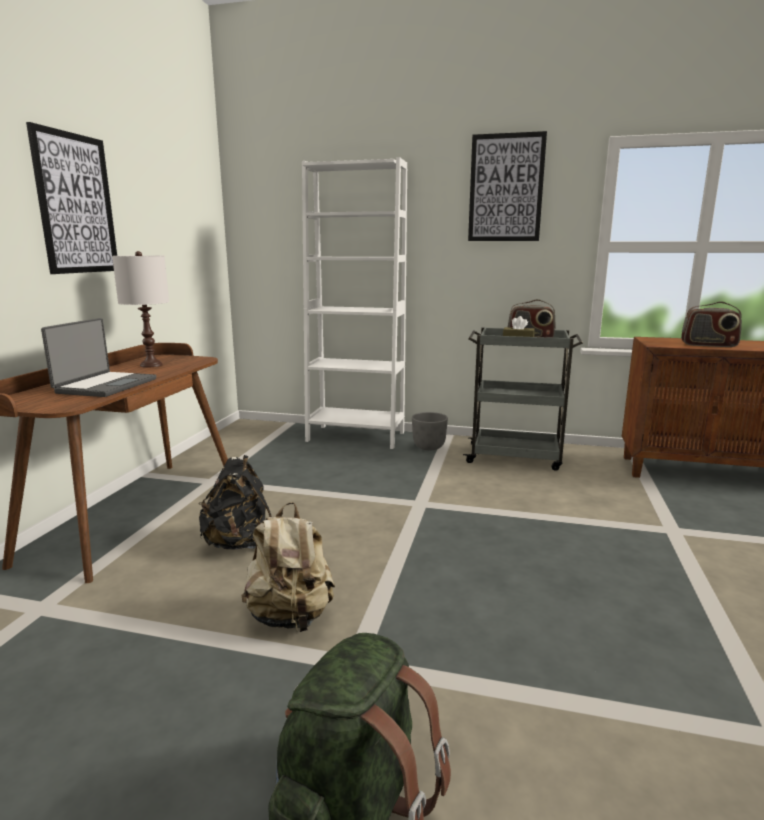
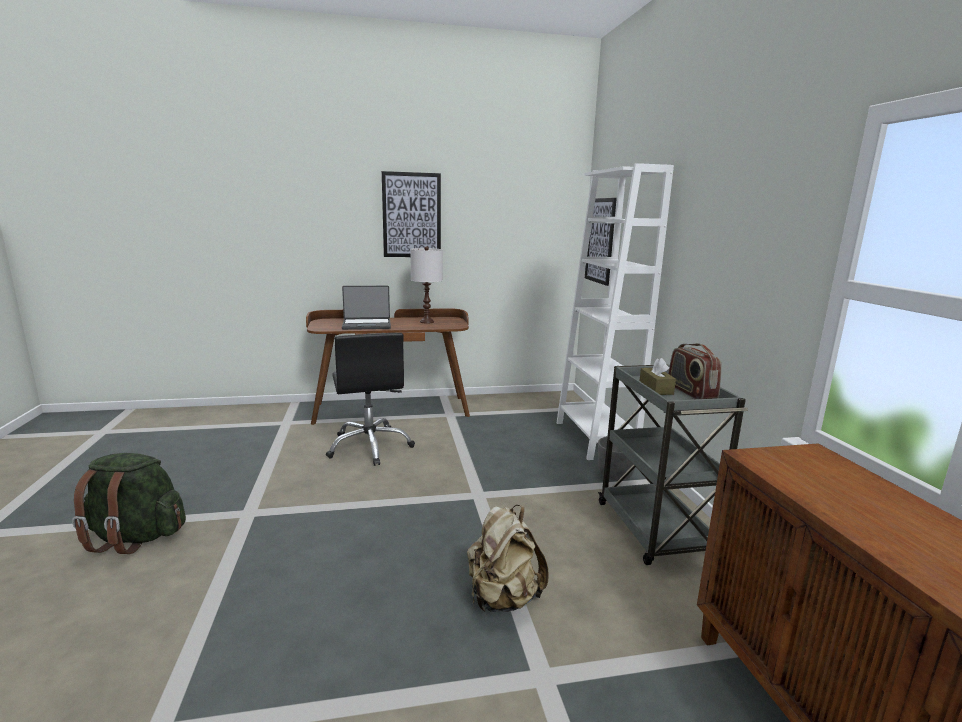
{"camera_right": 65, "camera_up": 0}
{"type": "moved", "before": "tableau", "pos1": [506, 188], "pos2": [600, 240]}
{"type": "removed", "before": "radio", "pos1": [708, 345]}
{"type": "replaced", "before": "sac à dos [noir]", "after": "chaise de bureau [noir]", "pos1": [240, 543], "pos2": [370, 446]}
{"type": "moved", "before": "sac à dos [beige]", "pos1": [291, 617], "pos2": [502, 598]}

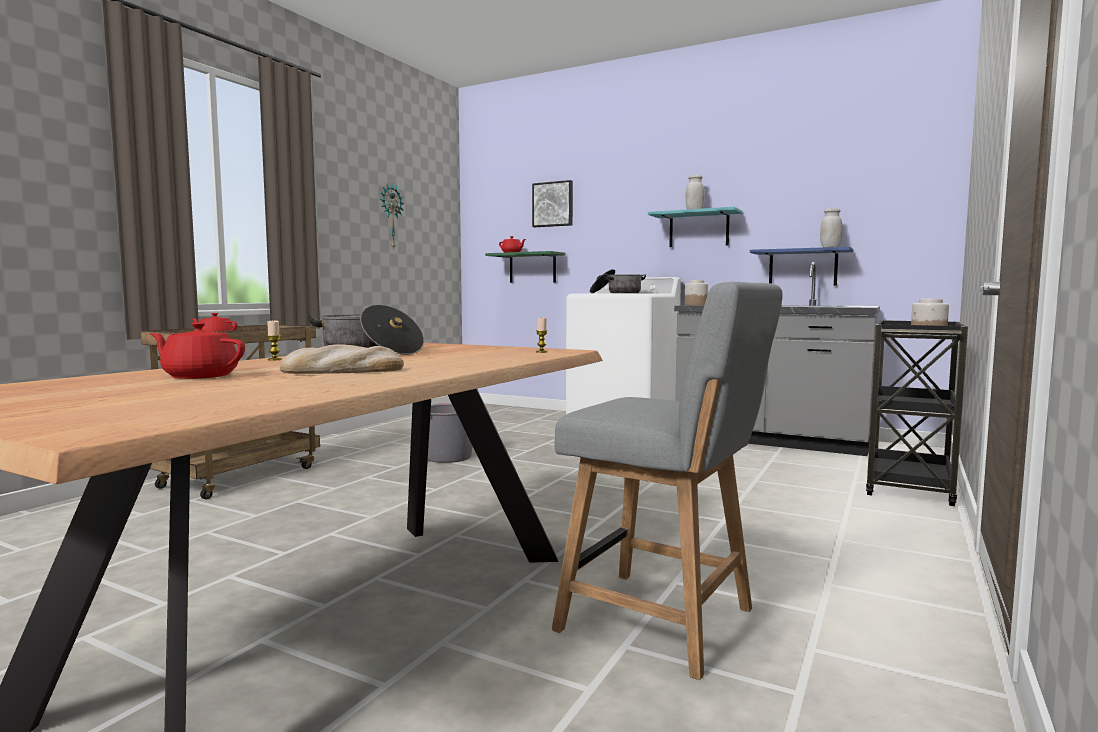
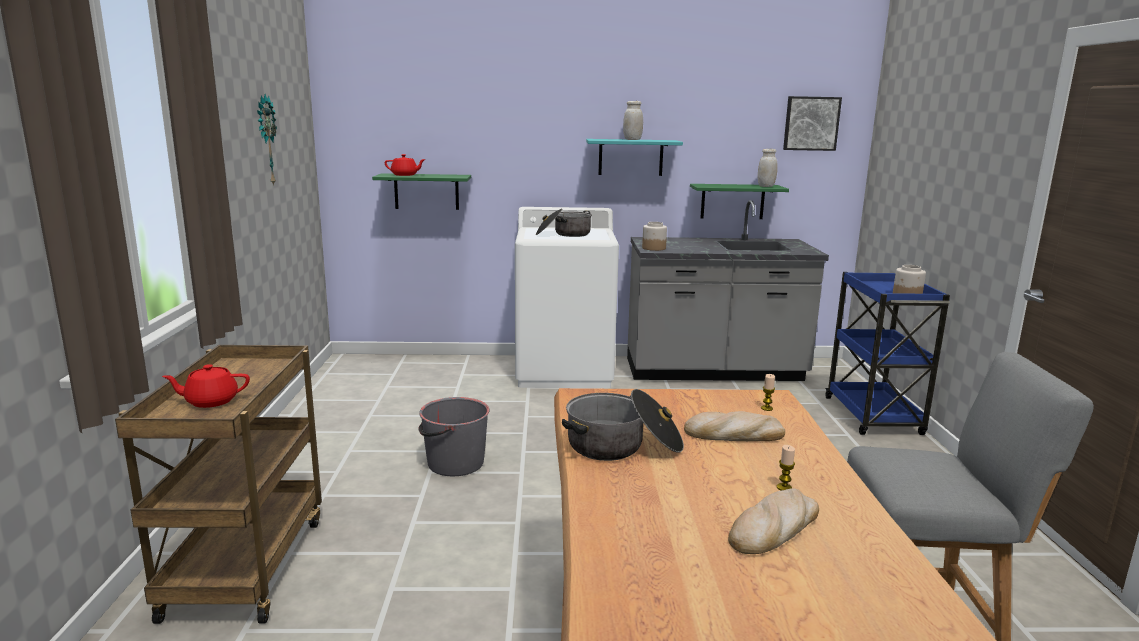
{"camera_right": -30, "camera_up": 10}
{"type": "moved", "before": "tableau", "pos1": [553, 204], "pos2": [811, 123]}
{"type": "recoloured", "before": "étagère [bleu]", "after": "étagère [vert]", "pos1": [802, 268], "pos2": [732, 201]}
{"type": "recoloured", "before": "chariot [noir]", "after": "chariot [bleu]", "pos1": [909, 487], "pos2": [873, 417]}
{"type": "moved", "before": "bougie", "pos1": [274, 359], "pos2": [784, 487]}
{"type": "removed", "before": "théière [rouge]", "pos1": [199, 376]}
{"type": "added", "after": "pain", "pos2": [733, 434]}

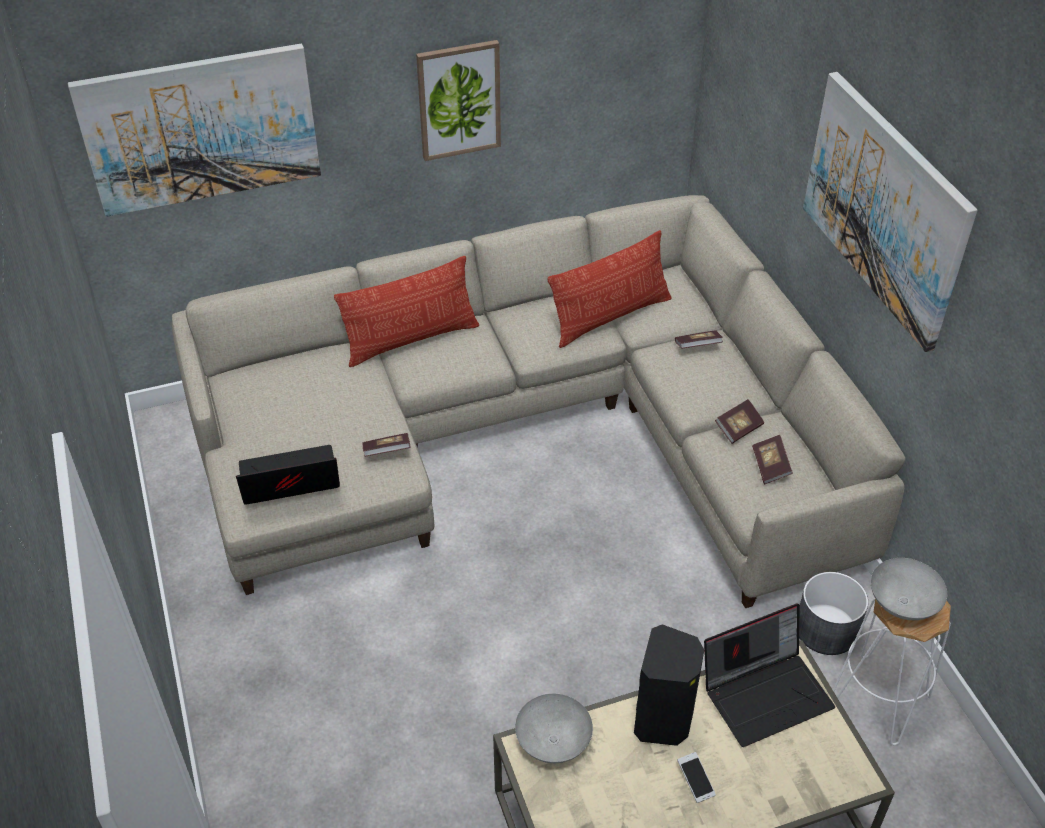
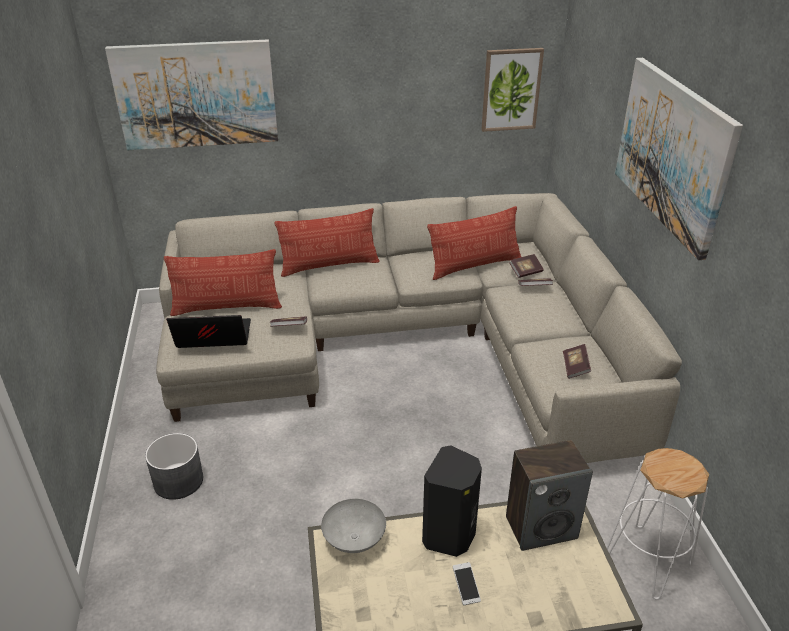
{"camera_right": 10, "camera_up": -10}
{"type": "moved", "before": "tableau", "pos1": [459, 100], "pos2": [511, 89]}
{"type": "moved", "before": "livre", "pos1": [738, 428], "pos2": [525, 272]}
{"type": "removed", "before": "bol [gris]", "pos1": [901, 603]}
{"type": "moved", "before": "cache-pot [gris]", "pos1": [825, 629], "pos2": [178, 481]}
{"type": "replaced", "before": "ordinateur portable", "after": "enceinte", "pos1": [766, 692], "pos2": [541, 527]}
{"type": "added", "after": "coussin", "pos2": [227, 307]}

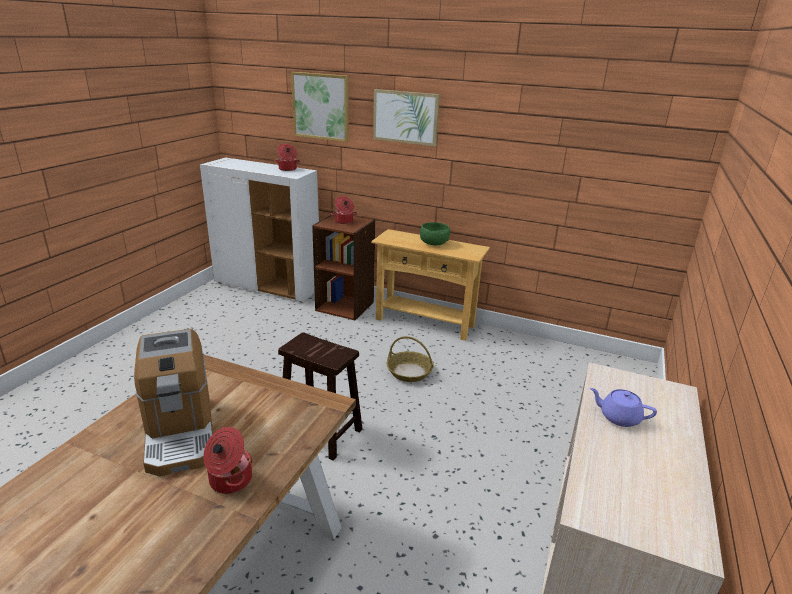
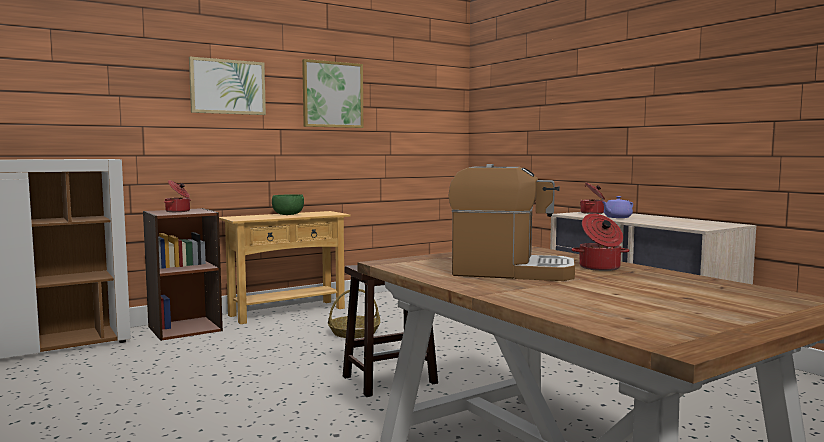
{"camera_right": -55, "camera_up": -20}
{"type": "moved", "before": "tableau", "pos1": [321, 106], "pos2": [332, 94]}
{"type": "moved", "before": "marmite", "pos1": [287, 169], "pos2": [593, 213]}

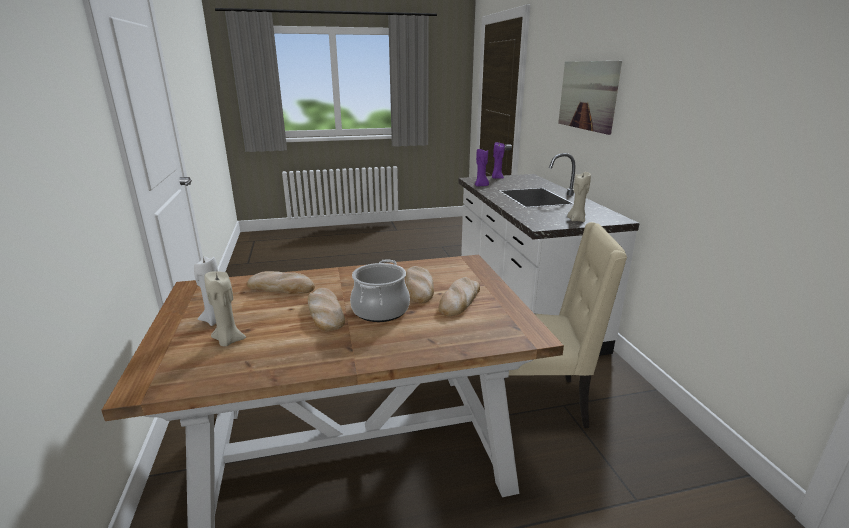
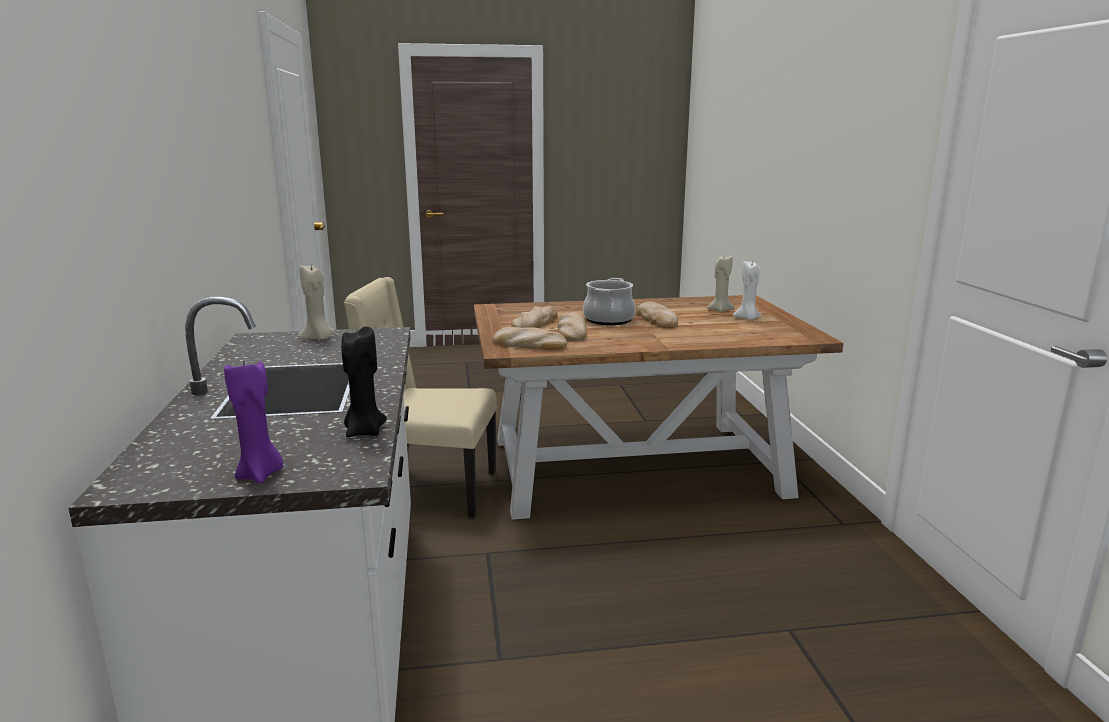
{"camera_right": -175, "camera_up": -5}
{"type": "removed", "before": "tableau", "pos1": [587, 95]}
{"type": "recoloured", "before": "bougie [violet]", "after": "bougie [noir]", "pos1": [481, 186], "pos2": [364, 431]}
{"type": "moved", "before": "pain", "pos1": [281, 287], "pos2": [529, 344]}

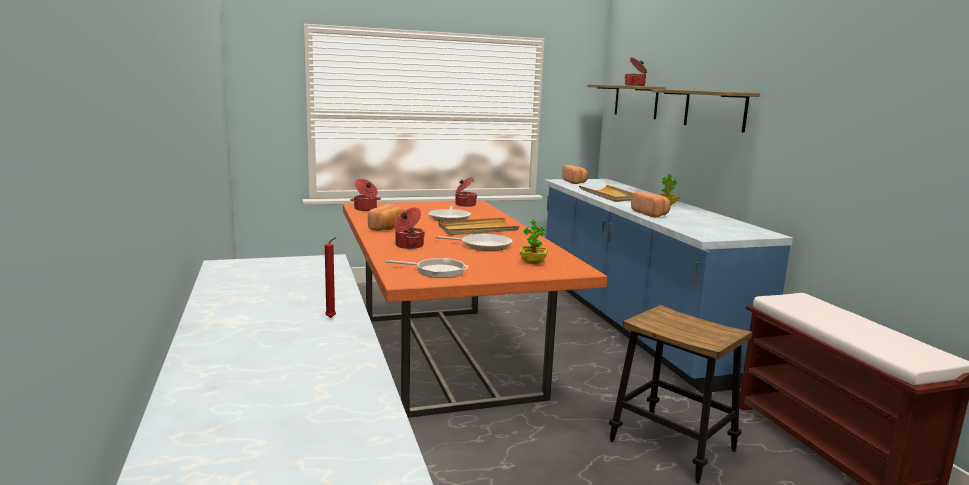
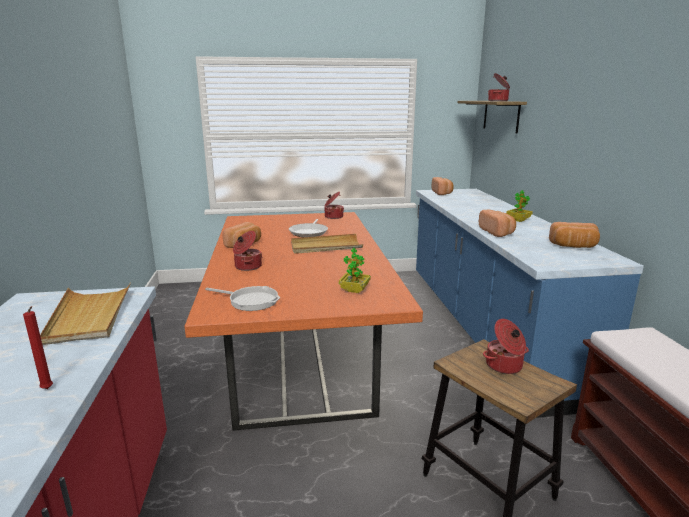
{"camera_right": 10, "camera_up": 5}
{"type": "removed", "before": "étagère", "pos1": [714, 110]}
{"type": "moved", "before": "marmite", "pos1": [365, 209], "pos2": [504, 366]}
{"type": "moved", "before": "plateau [beige]", "pos1": [609, 196], "pos2": [89, 316]}
{"type": "removed", "before": "poêle", "pos1": [483, 245]}
{"type": "added", "after": "pain", "pos2": [573, 246]}

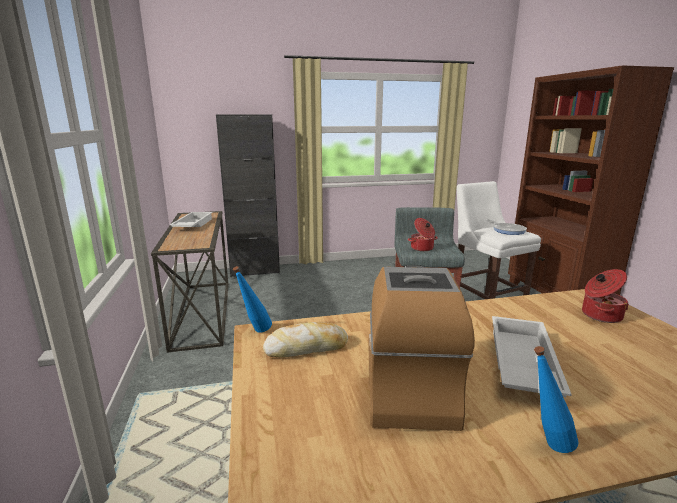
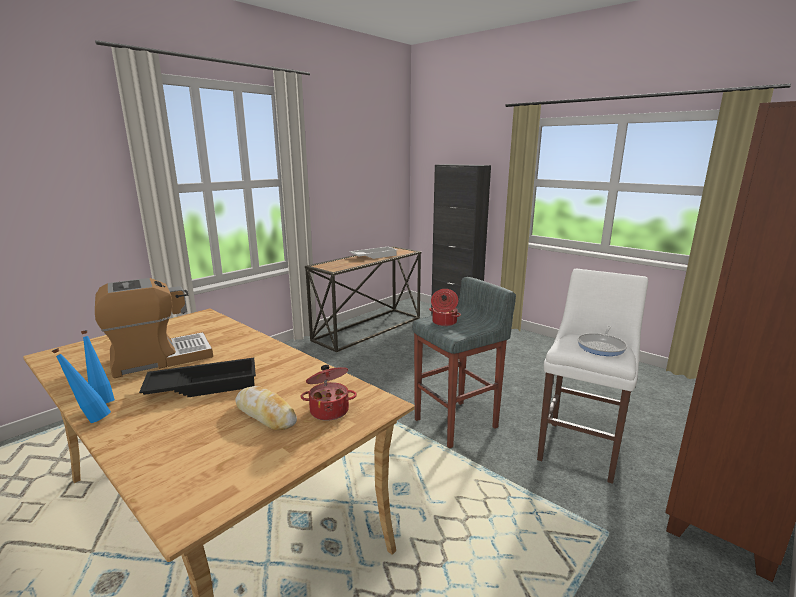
{"camera_right": 55, "camera_up": 0}
{"type": "moved", "before": "bouteille [bleu]", "pos1": [255, 333], "pos2": [90, 419]}
{"type": "recoloured", "before": "plateau [blanc]", "after": "plateau [noir]", "pos1": [520, 363], "pos2": [204, 385]}
{"type": "moved", "before": "pain", "pos1": [306, 348], "pos2": [266, 414]}

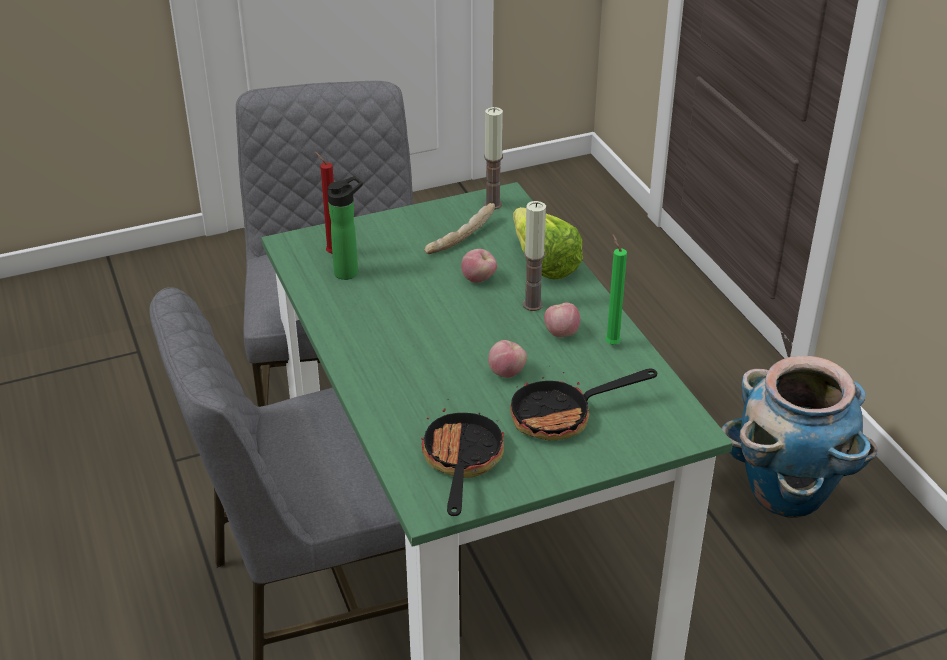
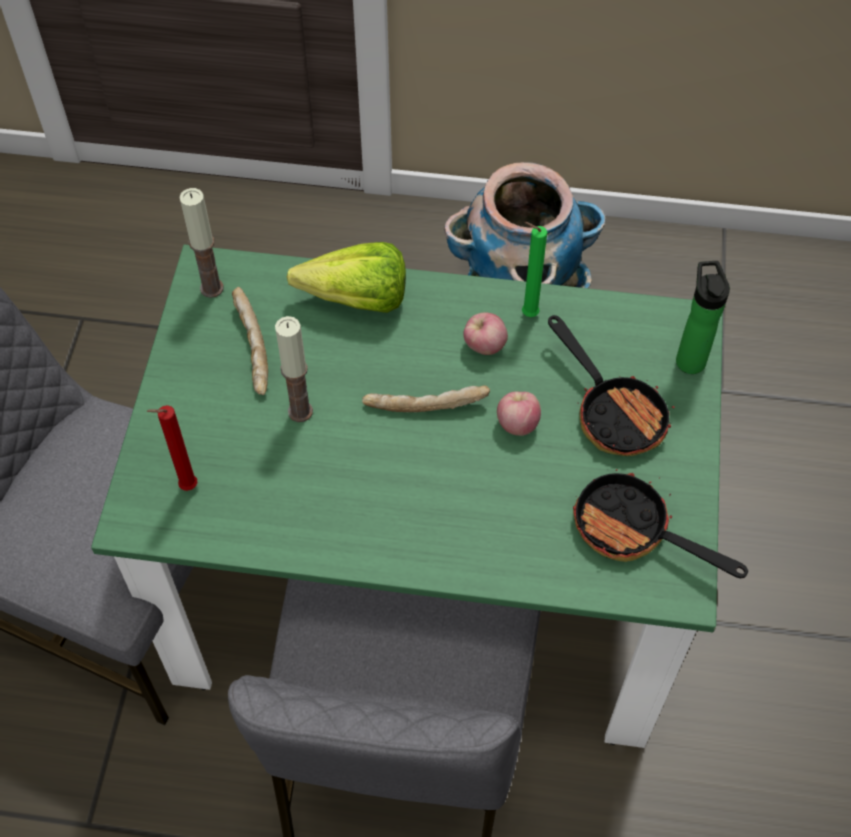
{"camera_right": -60, "camera_up": 20}
{"type": "moved", "before": "bouteille", "pos1": [349, 271], "pos2": [689, 358]}
{"type": "moved", "before": "bougie", "pos1": [532, 305], "pos2": [300, 411]}
{"type": "removed", "before": "pomme", "pos1": [479, 279]}
{"type": "turned", "before": "poêle", "pos1": [563, 416], "pos2": [613, 411], "turn": -45}
{"type": "added", "after": "pain", "pos2": [425, 403]}

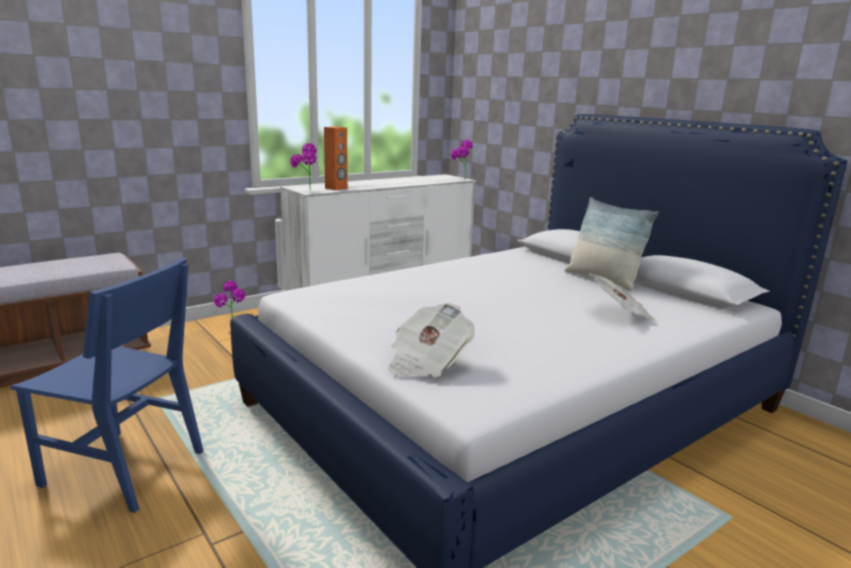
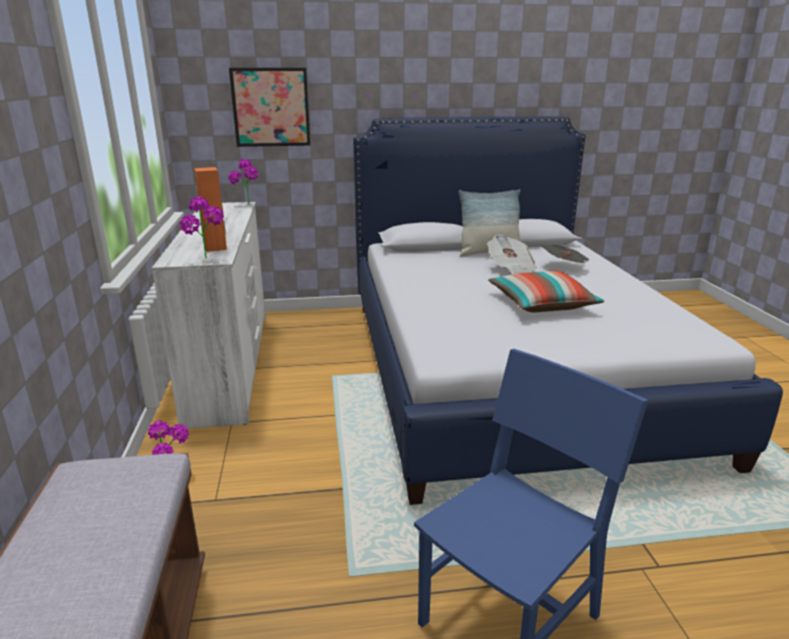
{"camera_right": -60, "camera_up": 5}
{"type": "moved", "before": "journal", "pos1": [427, 362], "pos2": [511, 269]}
{"type": "added", "after": "tableau", "pos2": [271, 107]}
{"type": "added", "after": "coussin", "pos2": [542, 304]}

